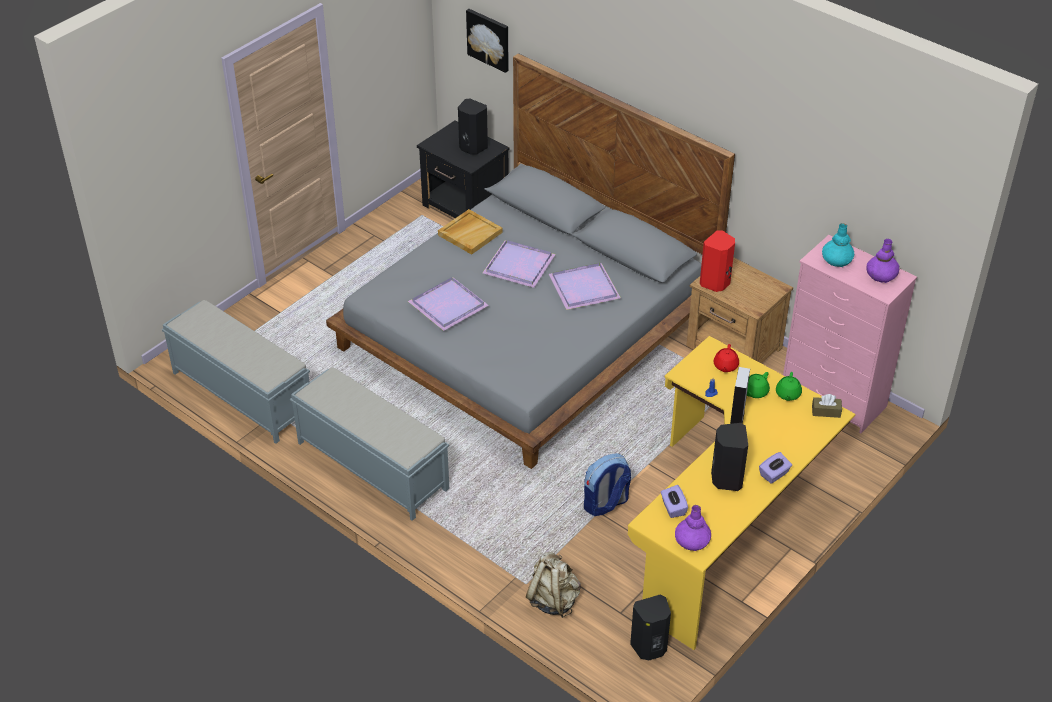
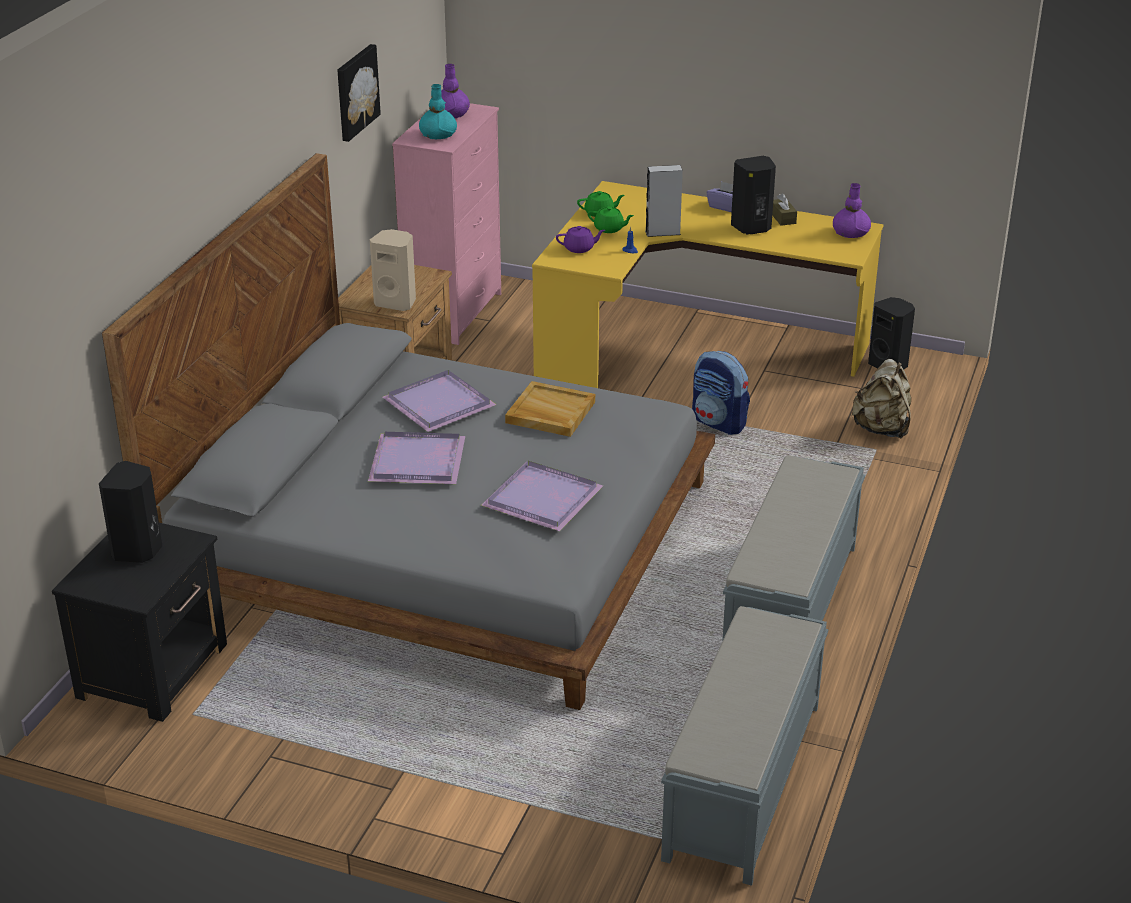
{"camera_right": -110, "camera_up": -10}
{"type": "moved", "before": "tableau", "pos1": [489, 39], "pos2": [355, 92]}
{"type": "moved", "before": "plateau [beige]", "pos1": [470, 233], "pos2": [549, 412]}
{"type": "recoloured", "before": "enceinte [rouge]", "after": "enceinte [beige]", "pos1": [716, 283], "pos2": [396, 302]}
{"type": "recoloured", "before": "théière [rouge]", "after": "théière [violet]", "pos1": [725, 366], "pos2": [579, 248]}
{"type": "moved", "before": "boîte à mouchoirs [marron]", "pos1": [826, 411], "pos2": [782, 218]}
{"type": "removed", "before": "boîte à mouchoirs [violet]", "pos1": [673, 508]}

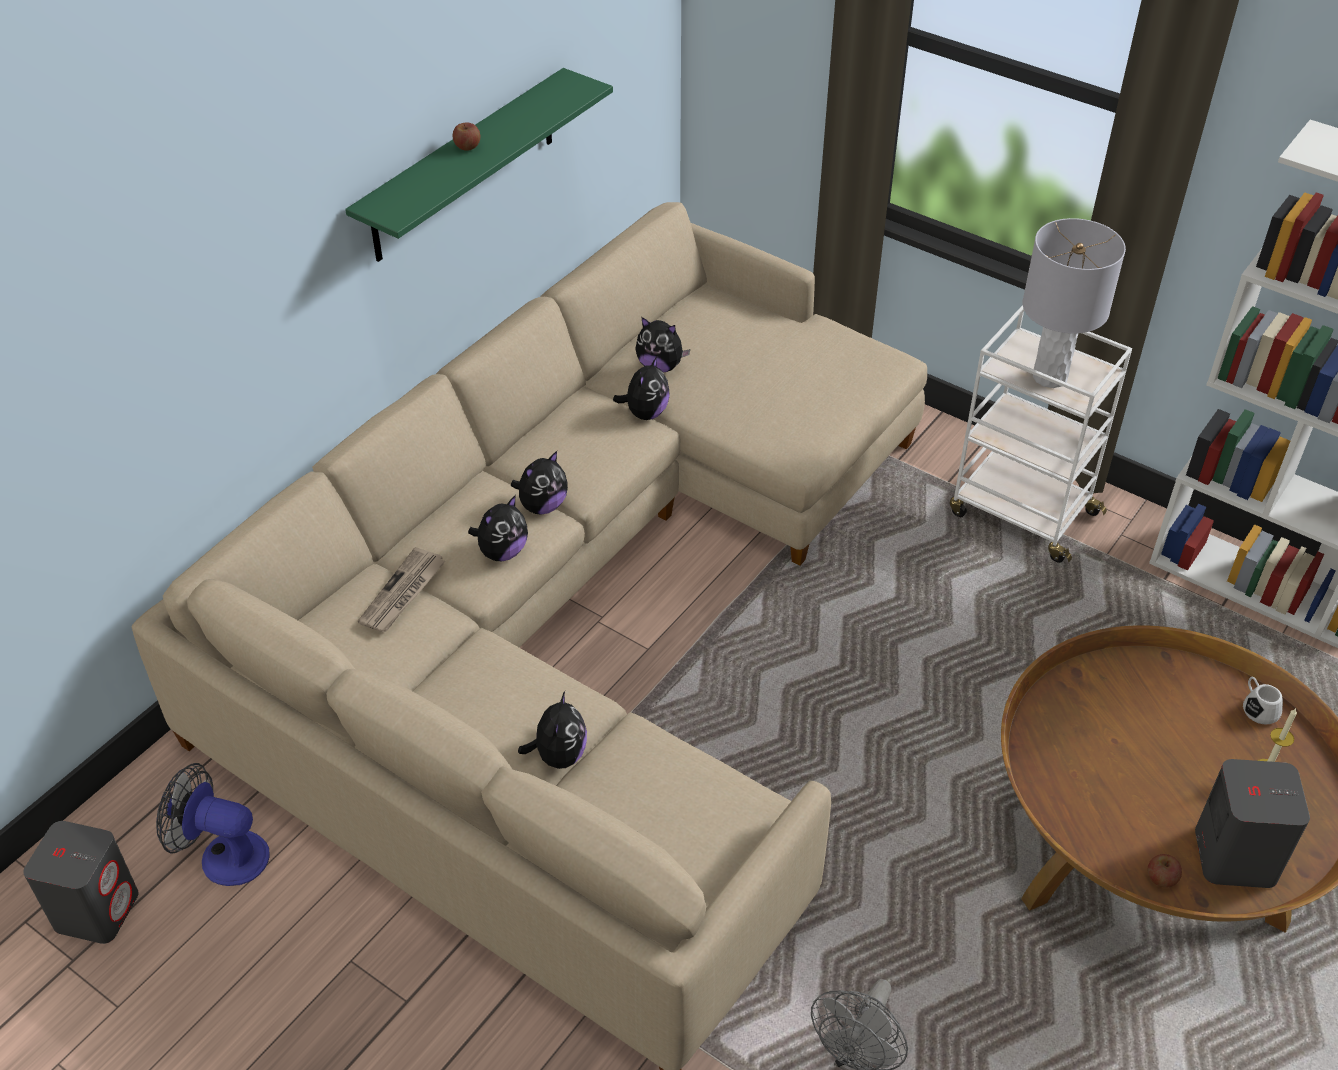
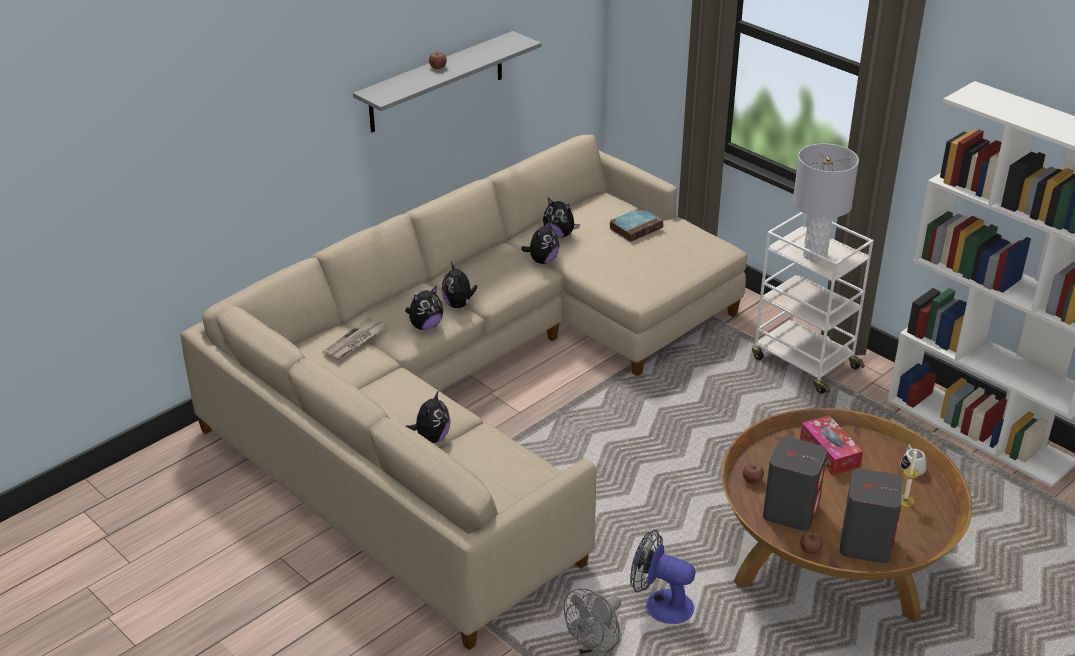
{"camera_right": 10, "camera_up": -10}
{"type": "recoloured", "before": "étagère [vert]", "after": "étagère [gris]", "pos1": [464, 166], "pos2": [437, 82]}
{"type": "turned", "before": "peluche", "pos1": [542, 506], "pos2": [459, 305], "turn": 105}
{"type": "moved", "before": "ventilateur", "pos1": [223, 855], "pos2": [660, 604]}
{"type": "moved", "before": "enceinte [gris]", "pos1": [97, 909], "pos2": [790, 511]}
{"type": "added", "after": "livre", "pos2": [636, 227]}
{"type": "added", "after": "boîte à mouchoirs", "pos2": [829, 453]}
{"type": "added", "after": "pomme", "pos2": [752, 480]}

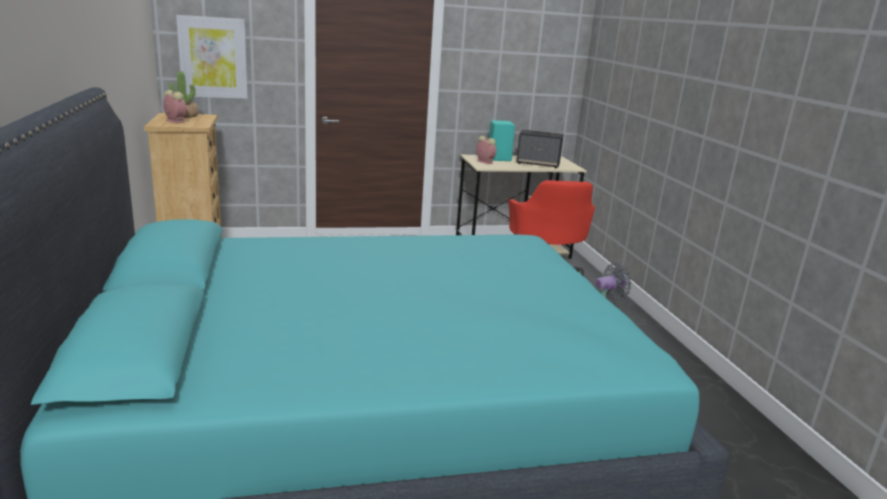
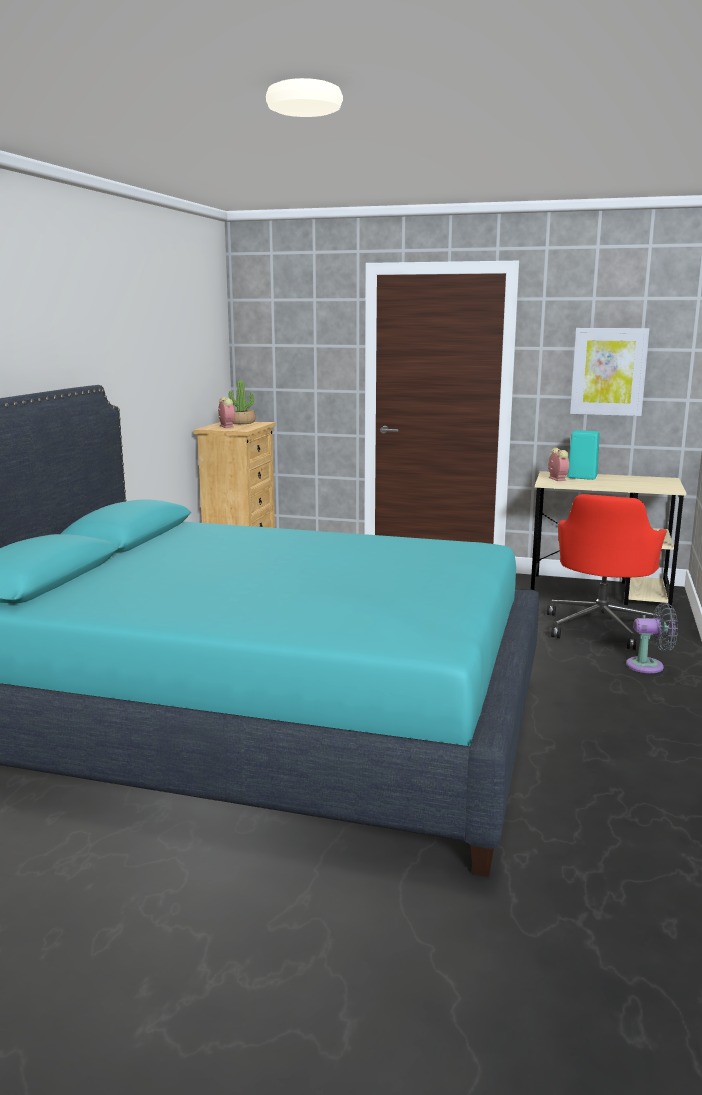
{"camera_right": 30, "camera_up": -5}
{"type": "moved", "before": "tableau", "pos1": [213, 57], "pos2": [608, 371]}
{"type": "removed", "before": "enceinte", "pos1": [538, 164]}

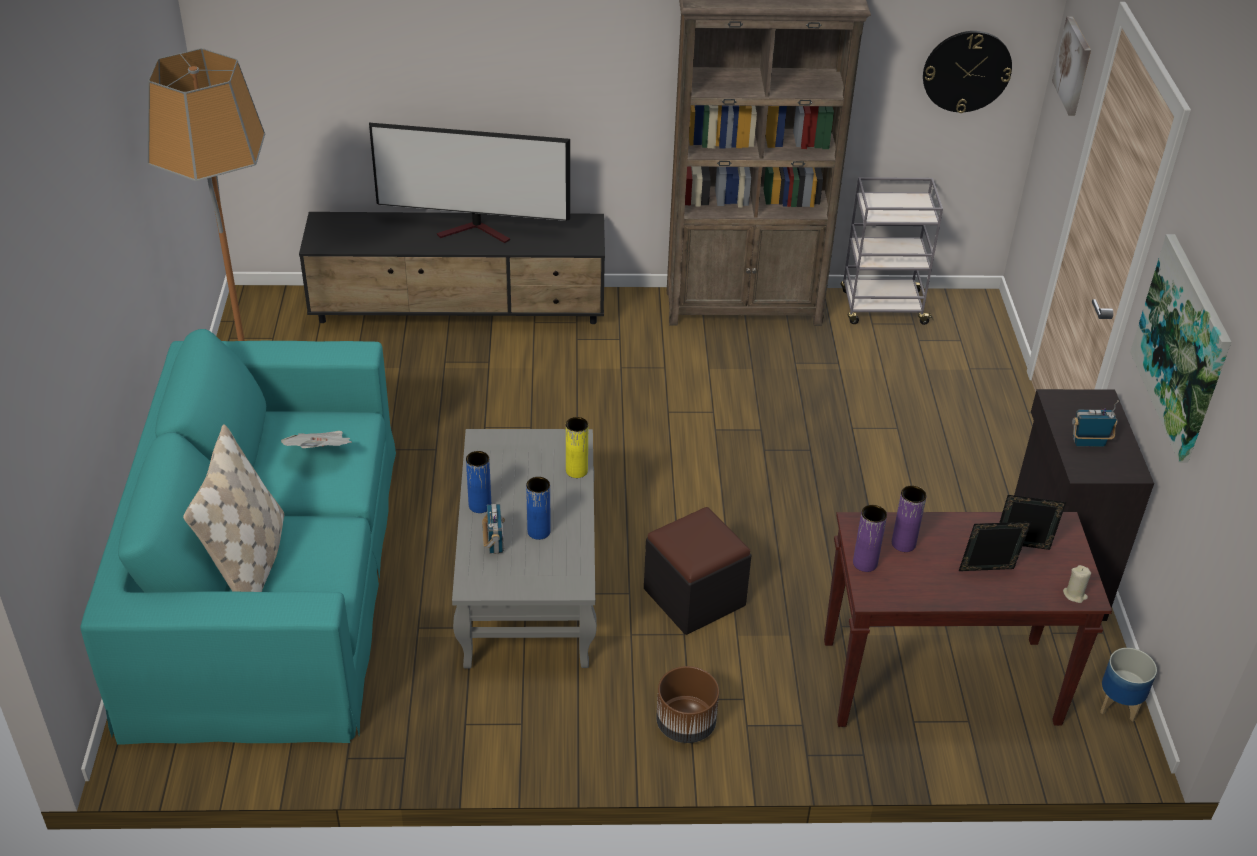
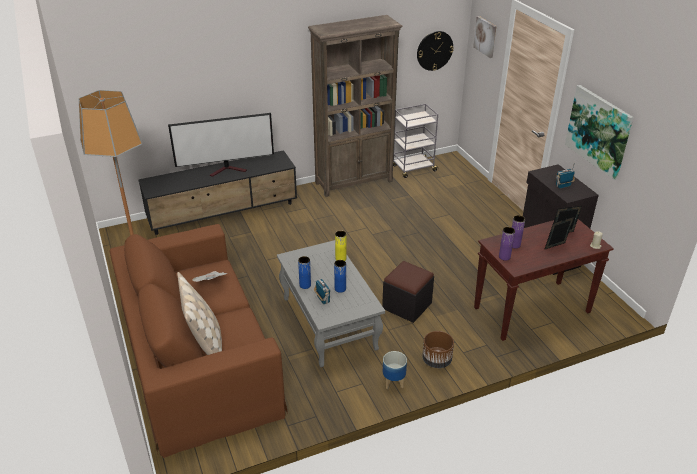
{"camera_right": -20, "camera_up": -5}
{"type": "recoloured", "before": "canapé [turquoise]", "after": "canapé [marron]", "pos1": [266, 581], "pos2": [197, 357]}
{"type": "moved", "before": "cache-pot", "pos1": [1118, 704], "pos2": [393, 381]}

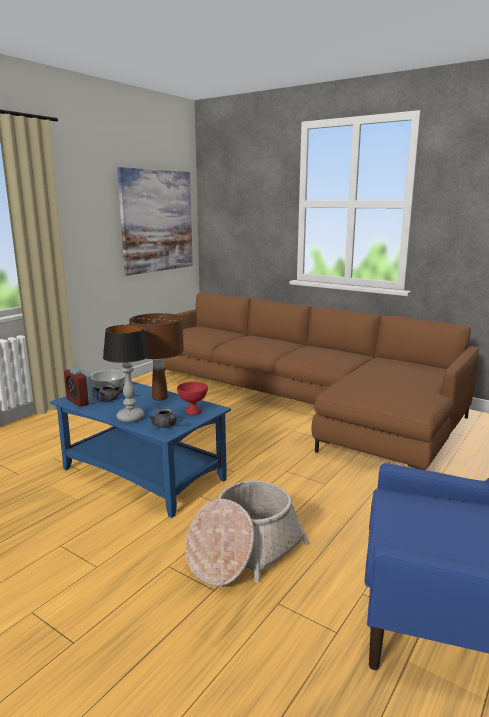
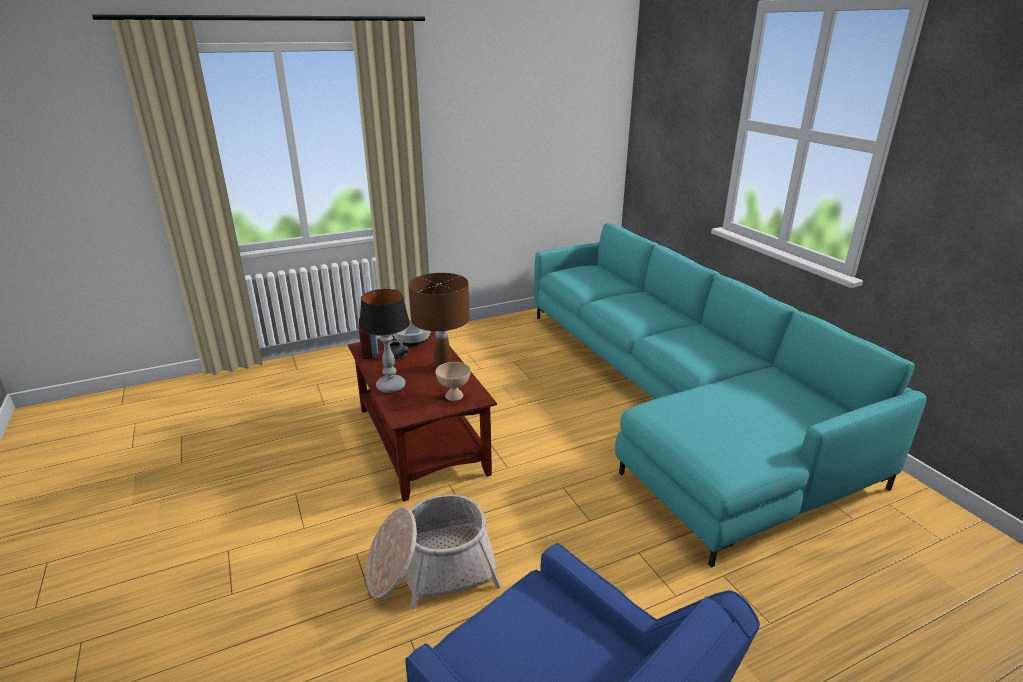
{"camera_right": 30, "camera_up": 10}
{"type": "removed", "before": "tableau", "pos1": [157, 221]}
{"type": "recoloured", "before": "canapé [marron]", "after": "canapé [turquoise]", "pos1": [306, 404], "pos2": [674, 400]}
{"type": "recoloured", "before": "table basse [bleu]", "after": "table basse [marron]", "pos1": [144, 474], "pos2": [422, 441]}
{"type": "recoloured", "before": "bol [rouge]", "after": "bol [beige]", "pos1": [193, 411], "pos2": [454, 396]}
{"type": "removed", "before": "théière [gris]", "pos1": [165, 426]}

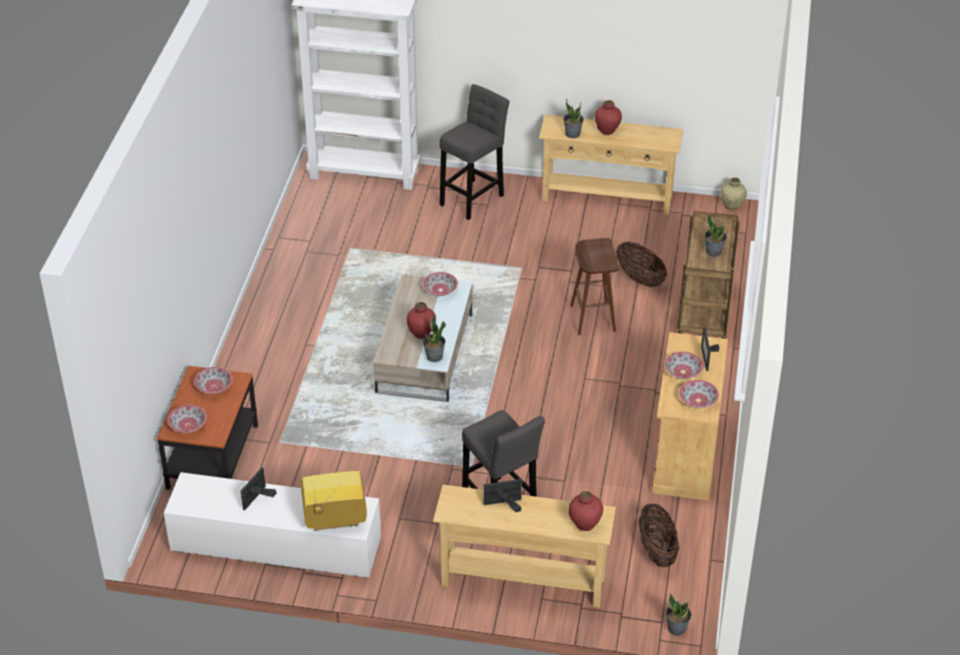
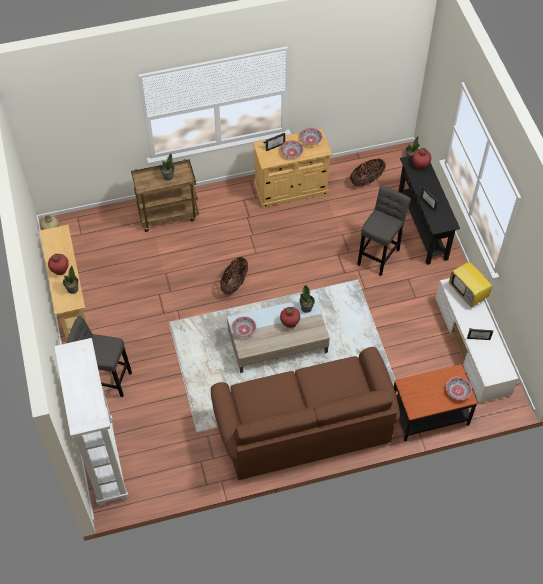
{"camera_right": -115, "camera_up": 15}
{"type": "removed", "before": "tabouret [marron]", "pos1": [592, 318]}
{"type": "moved", "before": "panier", "pos1": [640, 279], "pos2": [234, 283]}
{"type": "removed", "before": "bol", "pos1": [214, 387]}
{"type": "recoloured", "before": "table console [beige]", "after": "table console [noir]", "pos1": [523, 581], "pos2": [422, 227]}
{"type": "added", "after": "canapé [marron]", "pos2": [303, 427]}

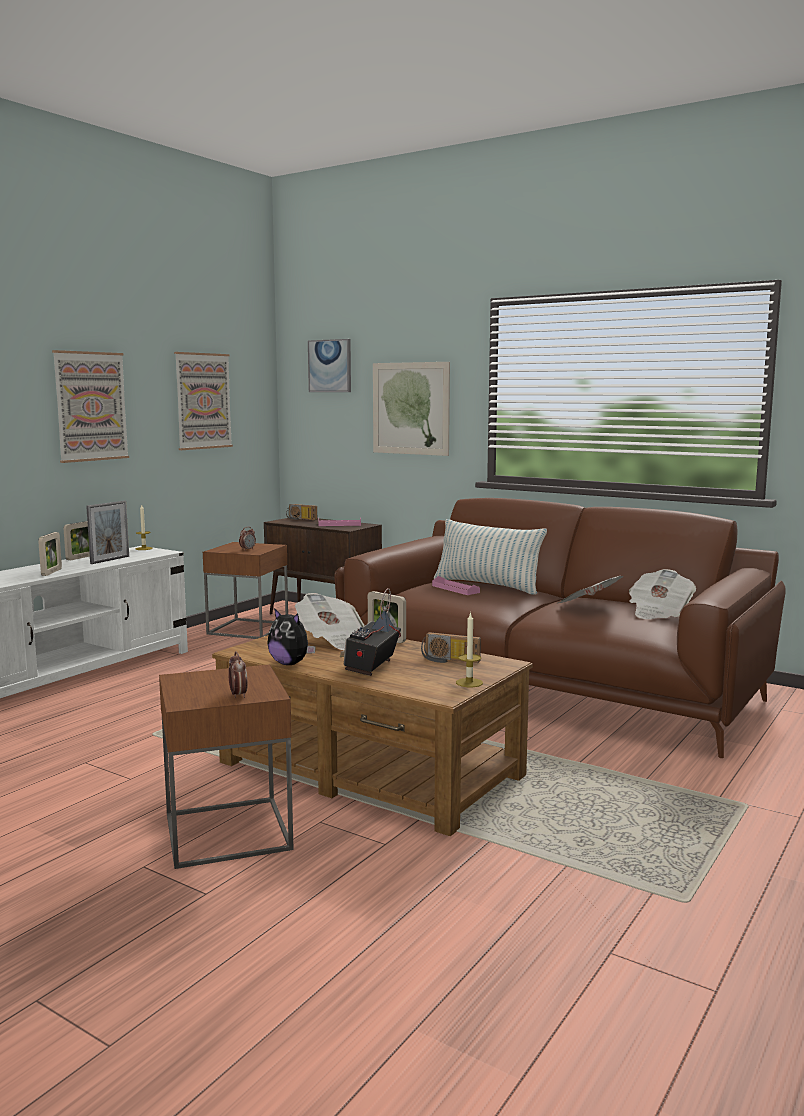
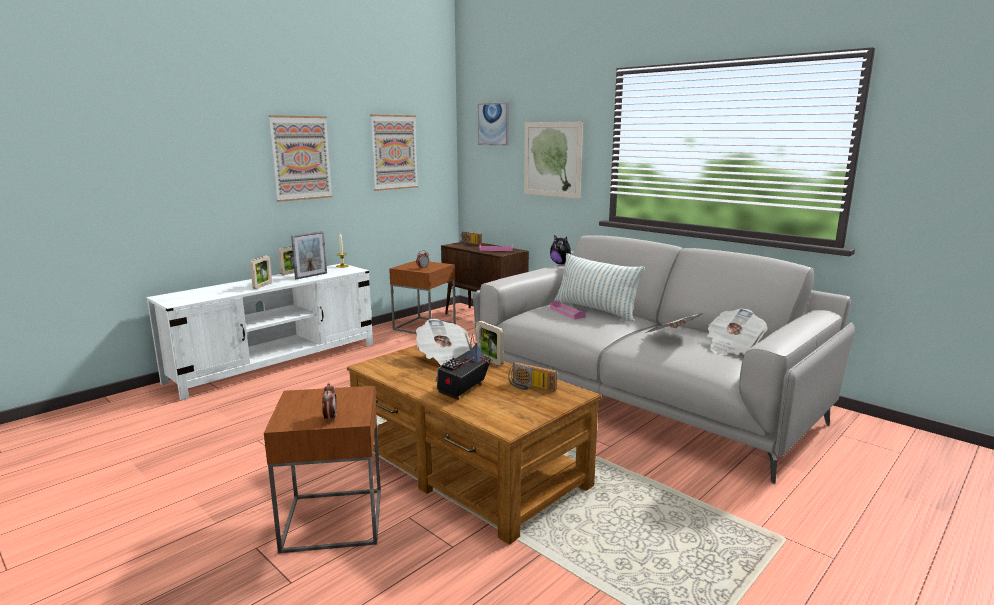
{"camera_right": 10, "camera_up": 5}
{"type": "recoloured", "before": "canapé [marron]", "after": "canapé [gris]", "pos1": [550, 685], "pos2": [642, 394]}
{"type": "moved", "before": "peluche", "pos1": [290, 663], "pos2": [561, 264]}
{"type": "removed", "before": "bougie", "pos1": [469, 683]}

